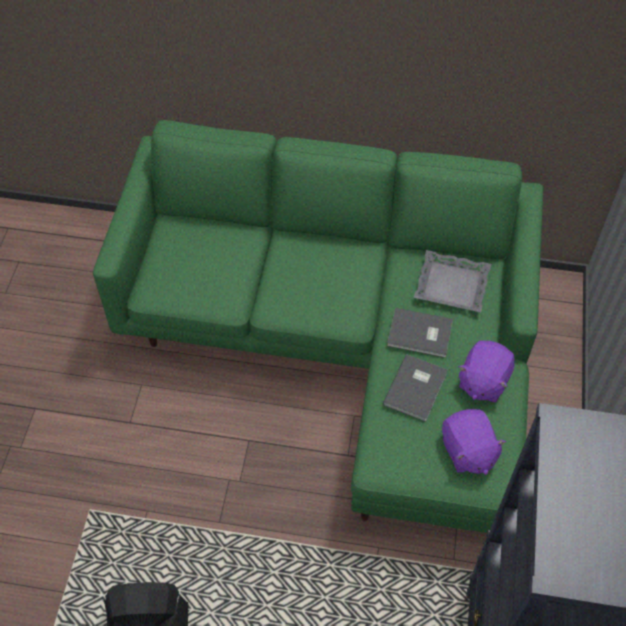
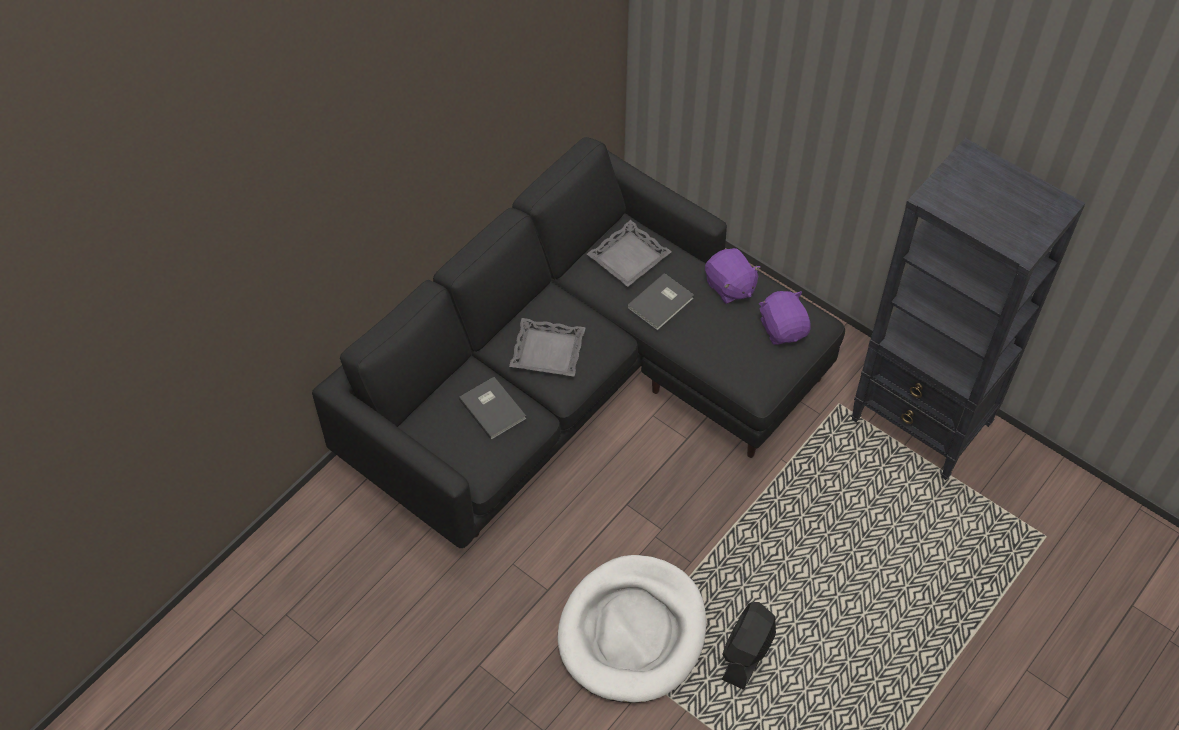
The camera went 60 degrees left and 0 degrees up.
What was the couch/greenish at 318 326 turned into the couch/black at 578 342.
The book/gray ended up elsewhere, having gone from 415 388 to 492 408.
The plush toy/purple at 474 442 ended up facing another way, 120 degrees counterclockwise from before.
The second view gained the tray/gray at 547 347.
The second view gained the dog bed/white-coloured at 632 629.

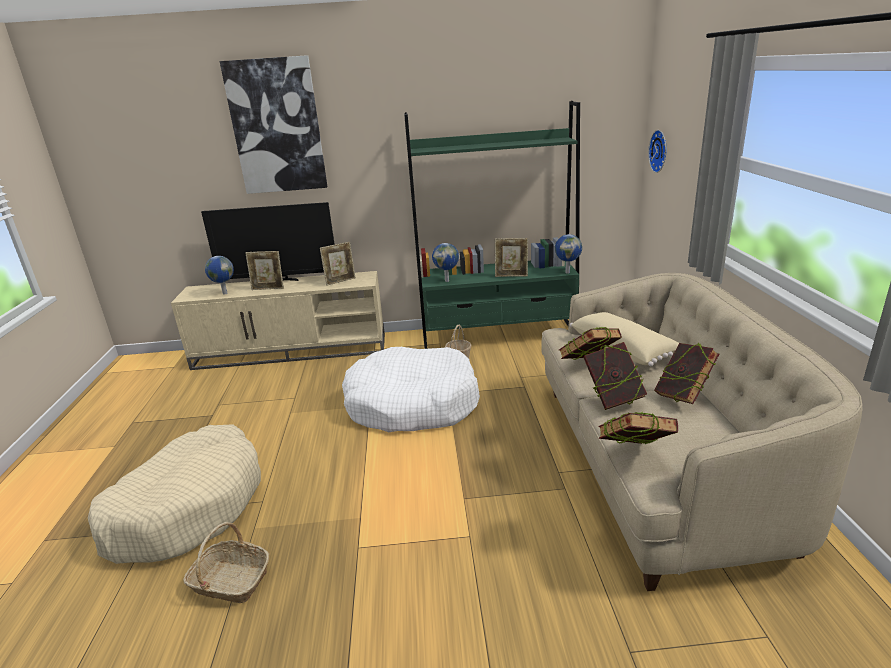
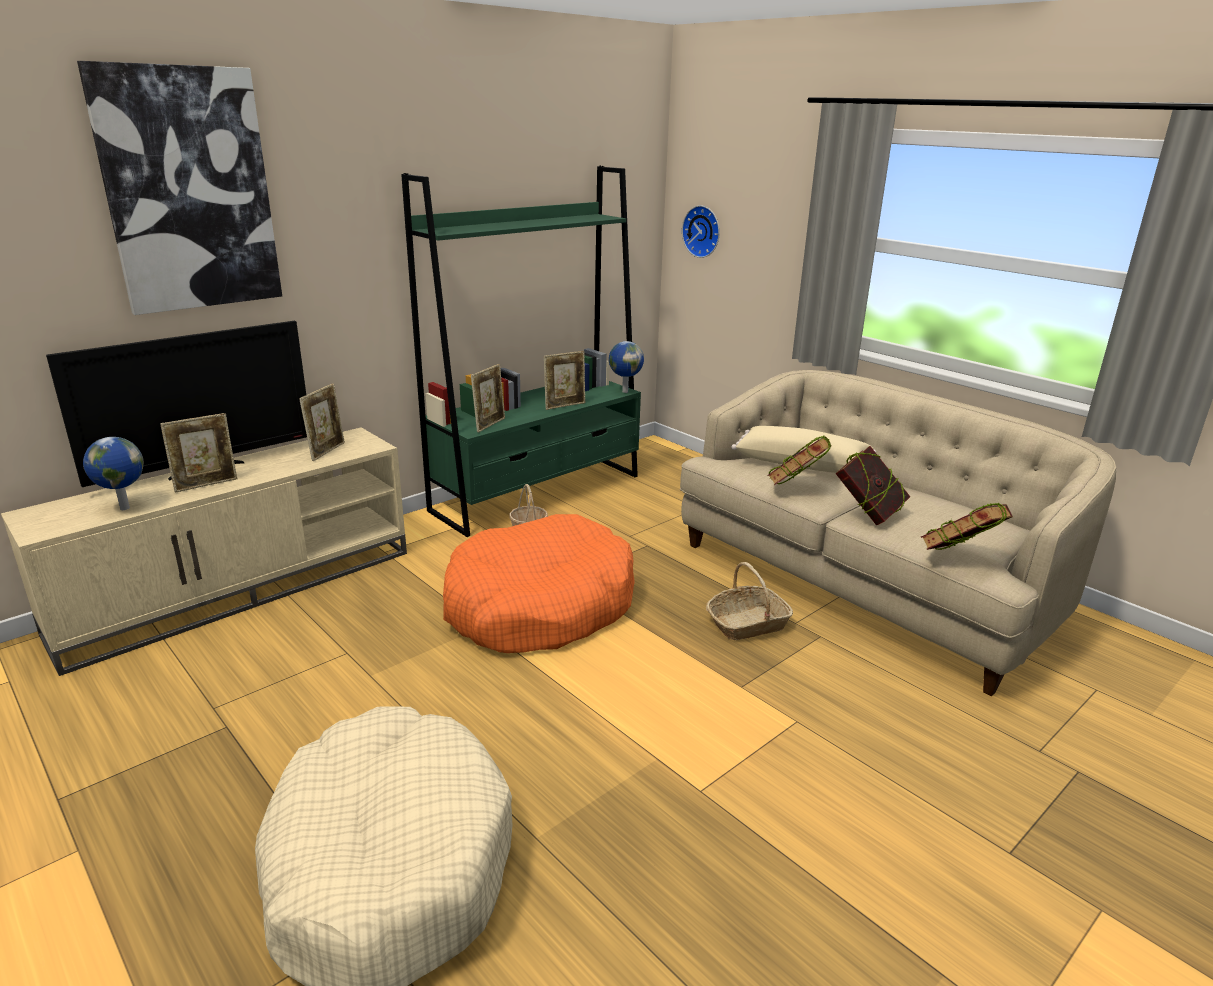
The camera went 40 degrees left and 0 degrees up.
The storage basket ended up elsewhere, having gone from 226 562 to 749 601.
What was the dog bed/white-coloured at 411 389 turned into the dog bed/orange at 539 583.
Where the globe stood at 445 262, the picture frame came to stand at 488 398.
The second view lost the book at 686 373.

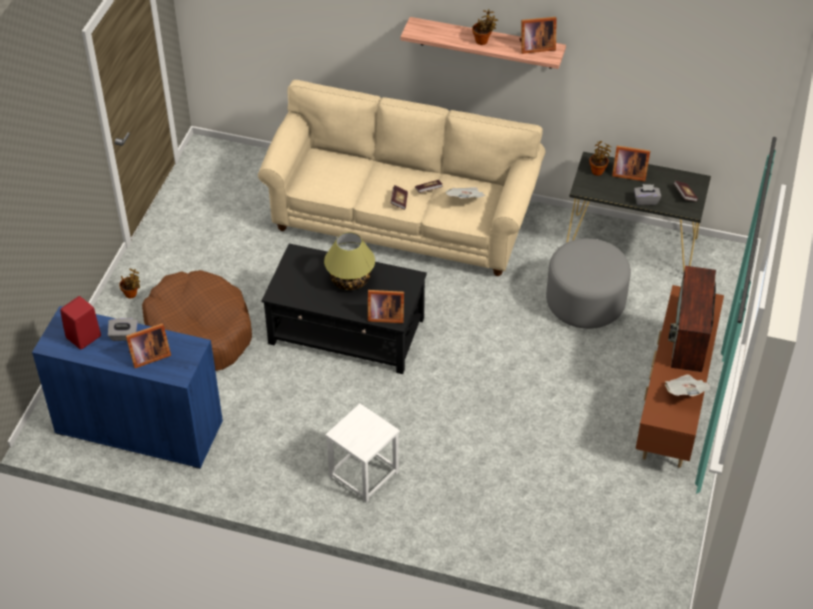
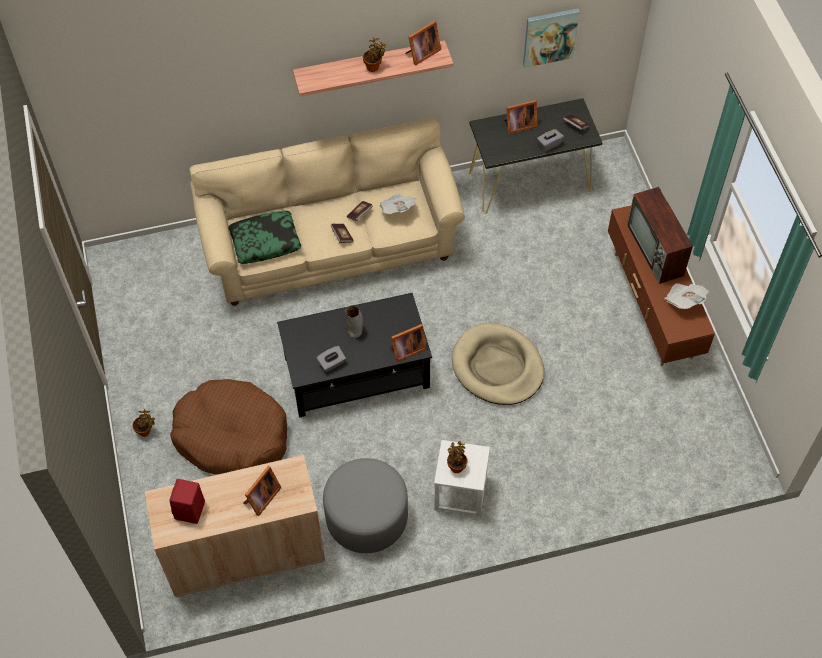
The camera went 30 degrees left and 10 degrees up.
What was the storage cabinet/blue-coloured at 127 387 turned into the storage cabinet/beige at 235 526.
The tissue holder/gray ended up elsewhere, having gone from 123 329 to 331 359.
Where the lamp for a table stood at 349 261, the flower vase came to stand at 354 321.
The footrest/gray ended up elsewhere, having gone from 588 283 to 365 505.
The potted plant ended up elsewhere, having gone from 600 158 to 457 457.
The second view gained the cushion at 265 237.
The second view gained the dog bed/beige at 498 364.
The second view gained the picture at 551 38.

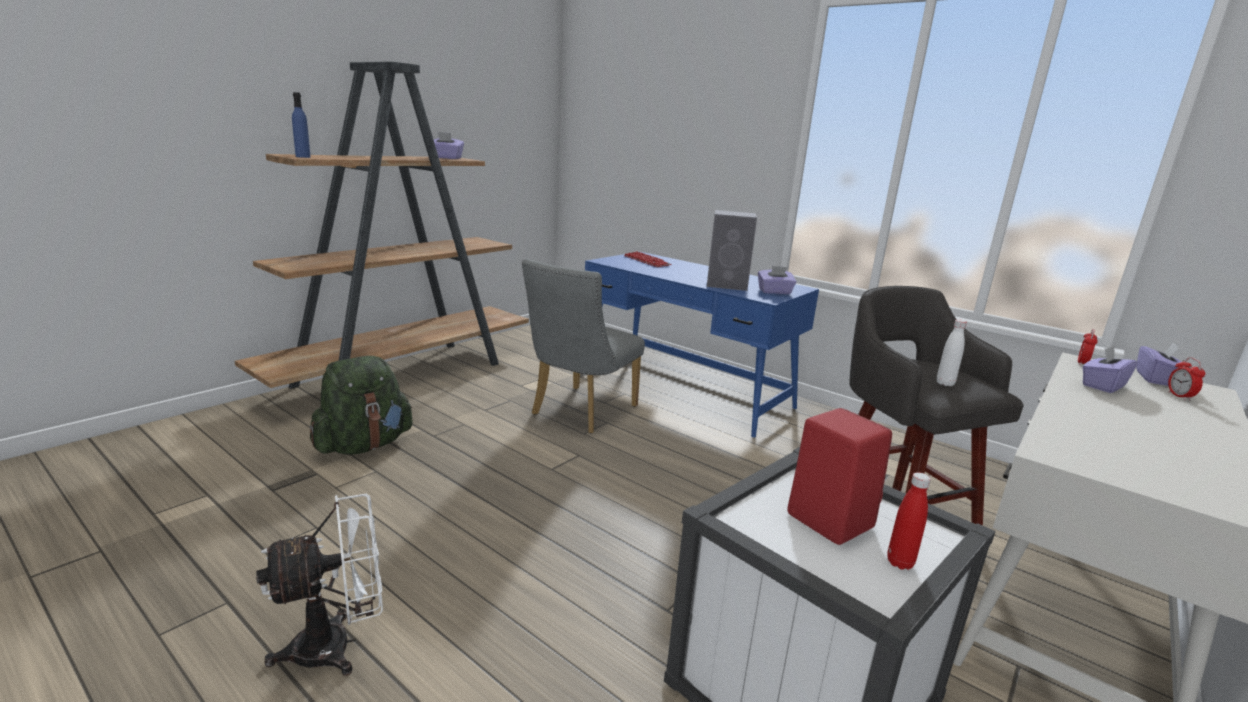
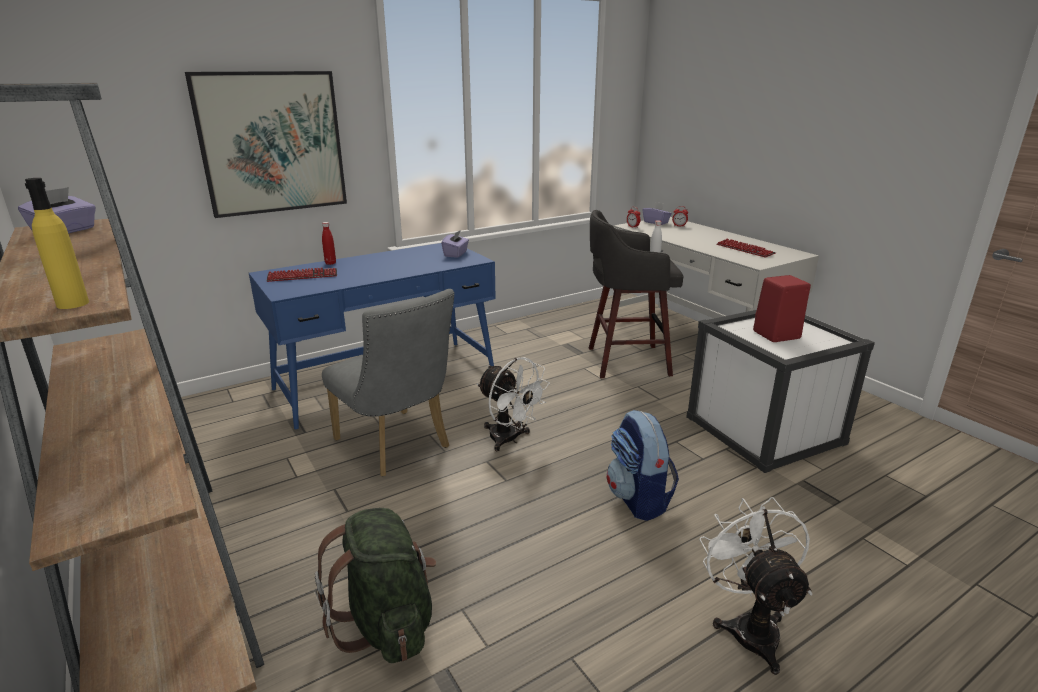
The camera went 70 degrees left and 5 degrees up.
What was the drink bottle/blue-coloured at 301 125 turned into the drink bottle/yellow-coloured at 57 243.
The second view lost the loudspeaker/gray at 732 250.
The drink bottle/red-coloured ended up elsewhere, having gone from 909 521 to 329 243.
The second view lost the tissue holder/purple at 1110 369.
The second view gained the picture at 266 144.
The second view gained the electric fan/white-coloured at 513 404.
The second view gained the knapsack at 643 465.
The second view gained the PC keyboard at 746 248.

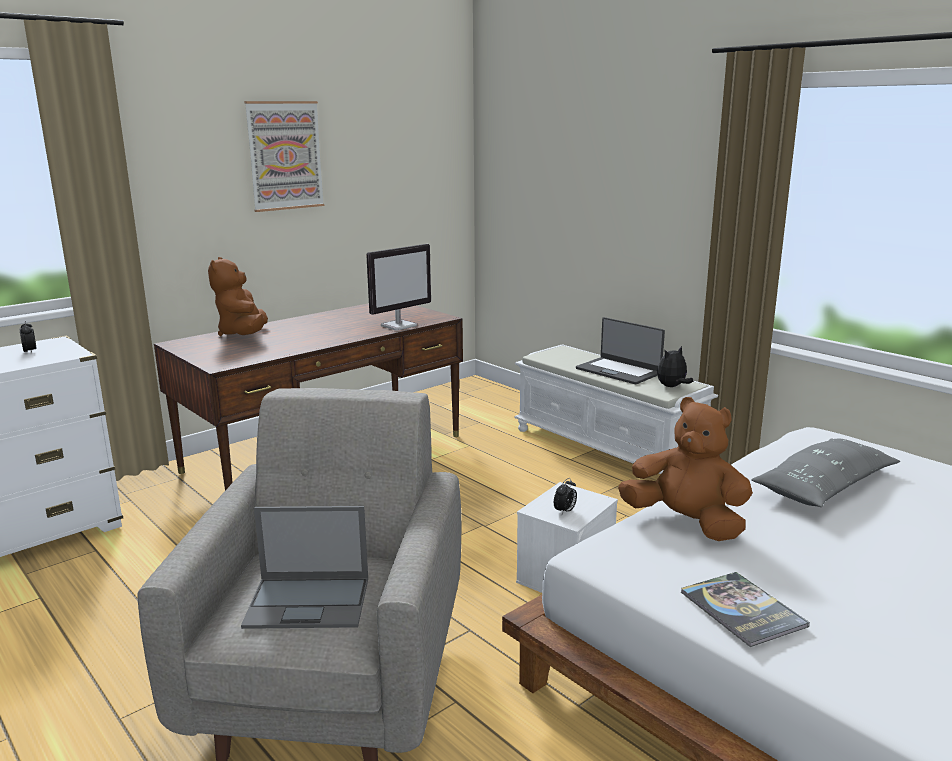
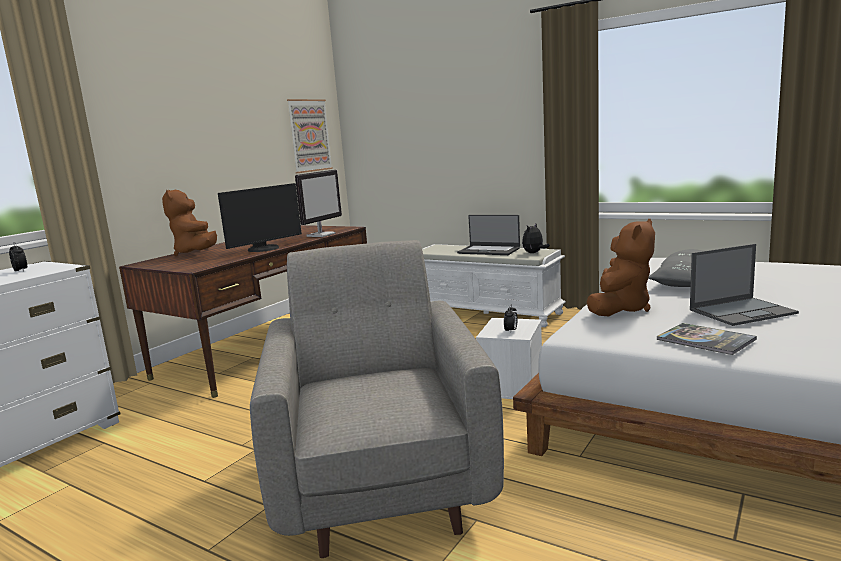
The camera went 15 degrees left and 5 degrees down.
The laptop ended up elsewhere, having gone from 304 567 to 744 285.
The picture ended up elsewhere, having gone from 284 156 to 310 136.
The plush toy/brownish at 685 469 ended up facing another way, 105 degrees clockwise from before.
The second view gained the computer display at 260 217.

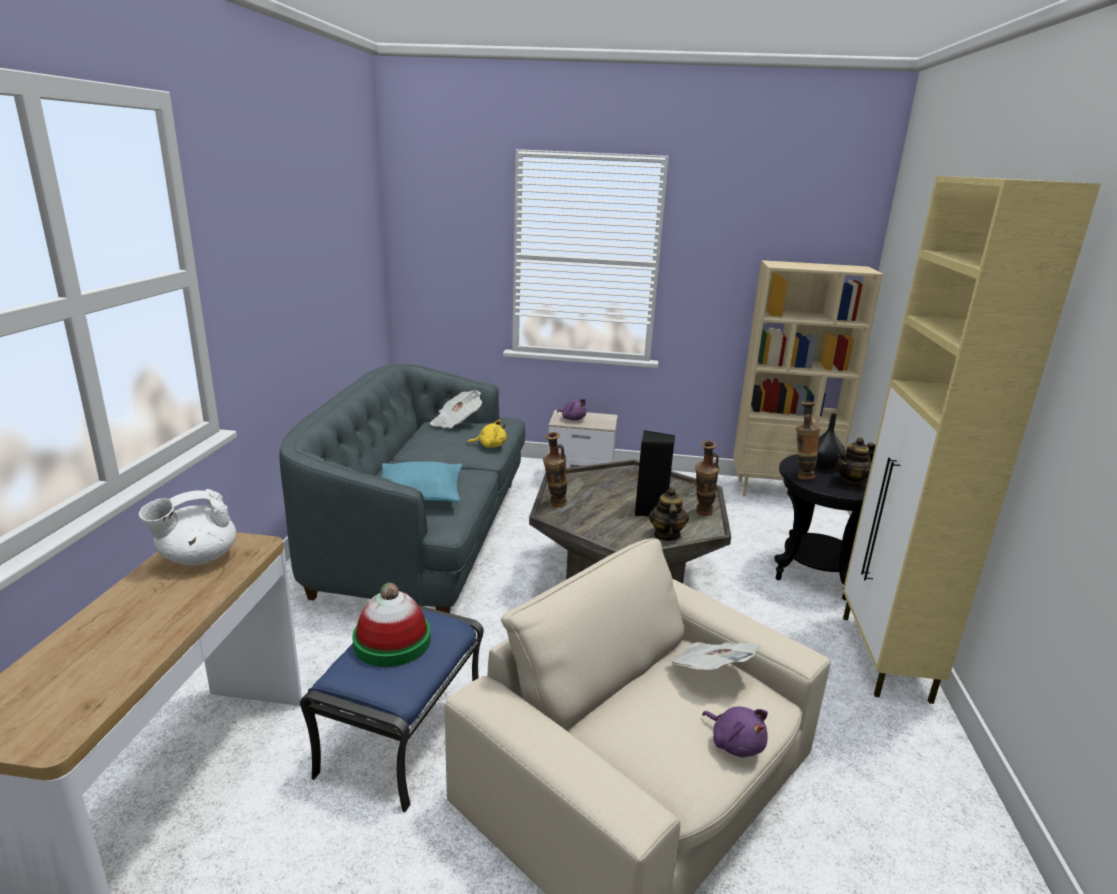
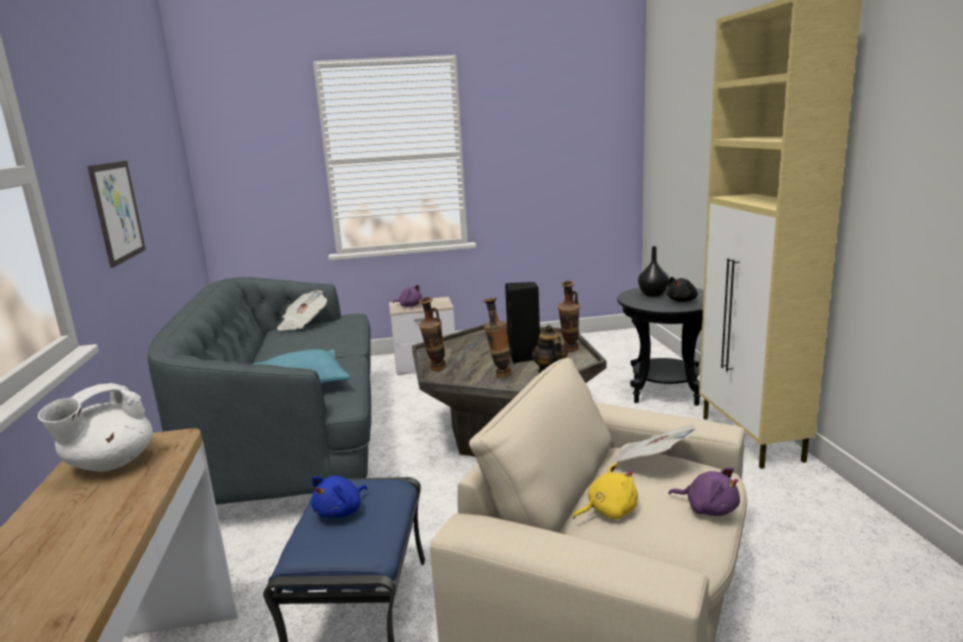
The camera went 15 degrees left and 5 degrees down.
Where the hat stood at 391 625, the plush toy/blue-coloured came to stand at 339 497.
The plush toy/yellow-coloured ended up elsewhere, having gone from 487 434 to 605 491.
The second view lost the bookshelf/beige at 808 378.
The flower vase ended up elsewhere, having gone from 808 441 to 498 338.
Where the tea pot stood at 856 462, the plush toy/black came to stand at 682 289.
The second view gained the picture at 116 214.

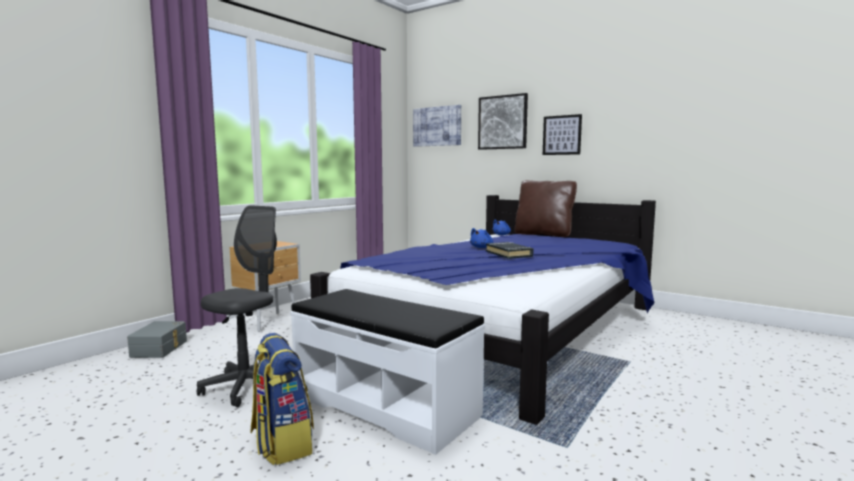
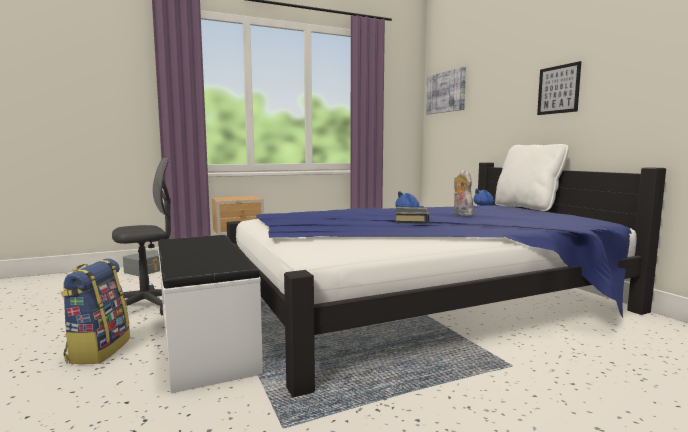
The camera went 30 degrees right and 0 degrees up.
The second view lost the picture at 503 121.
What was the cushion/brownish at 545 208 turned into the cushion/white-coloured at 532 177.
The second view gained the plush toy at 464 193.

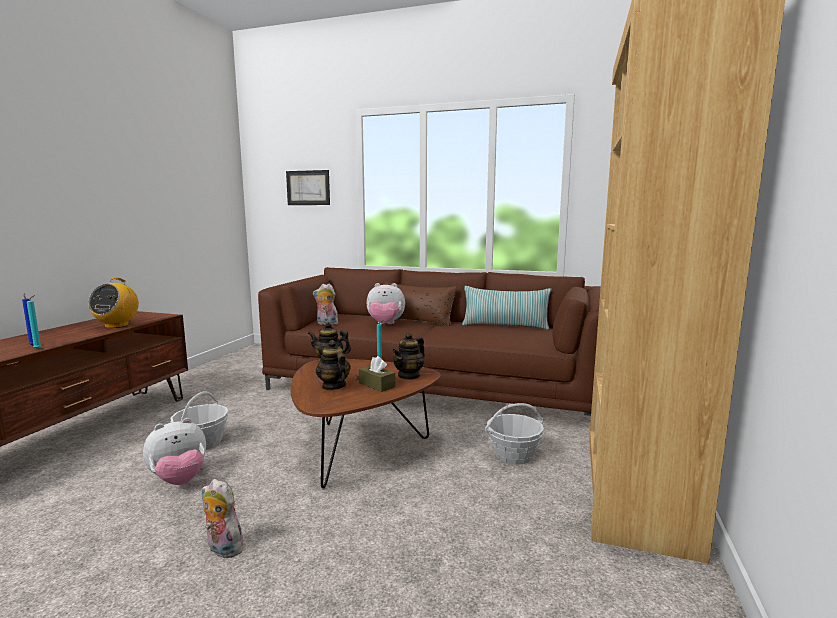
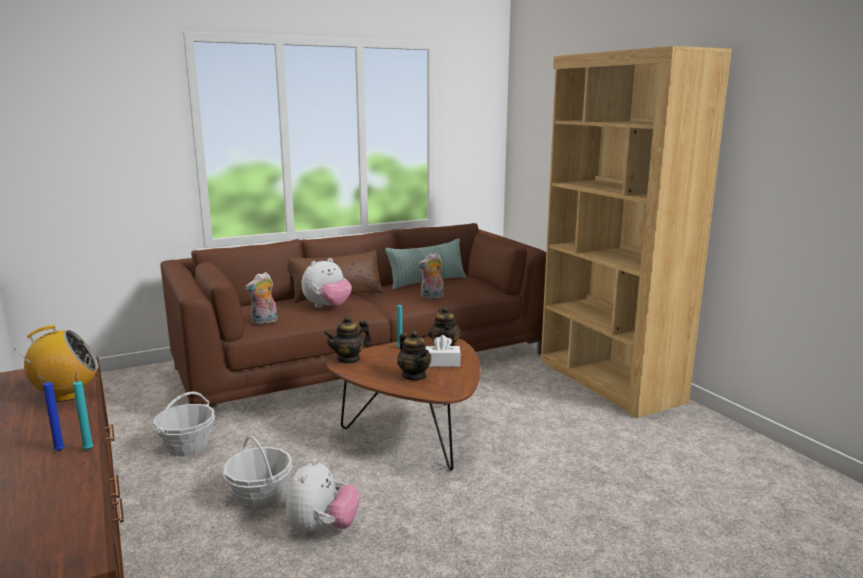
The camera went 45 degrees left and 5 degrees up.
The radio receiver at 113 303 ended up facing another way, 75 degrees counterclockwise from before.
The plush toy ended up elsewhere, having gone from 222 518 to 430 276.
The second view lost the picture at 308 187.
The tea pot at 333 365 ended up facing another way, 135 degrees counterclockwise from before.
What was the tissue holder/brownish at 377 374 turned into the tissue holder/white-coloured at 443 351.
The storage basket ended up elsewhere, having gone from 514 433 to 184 423.

